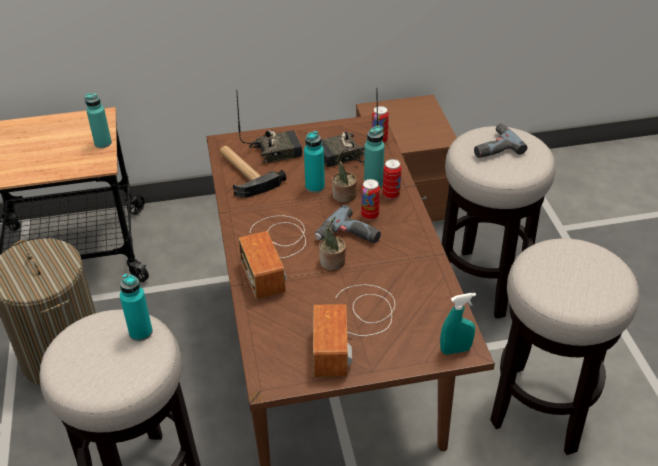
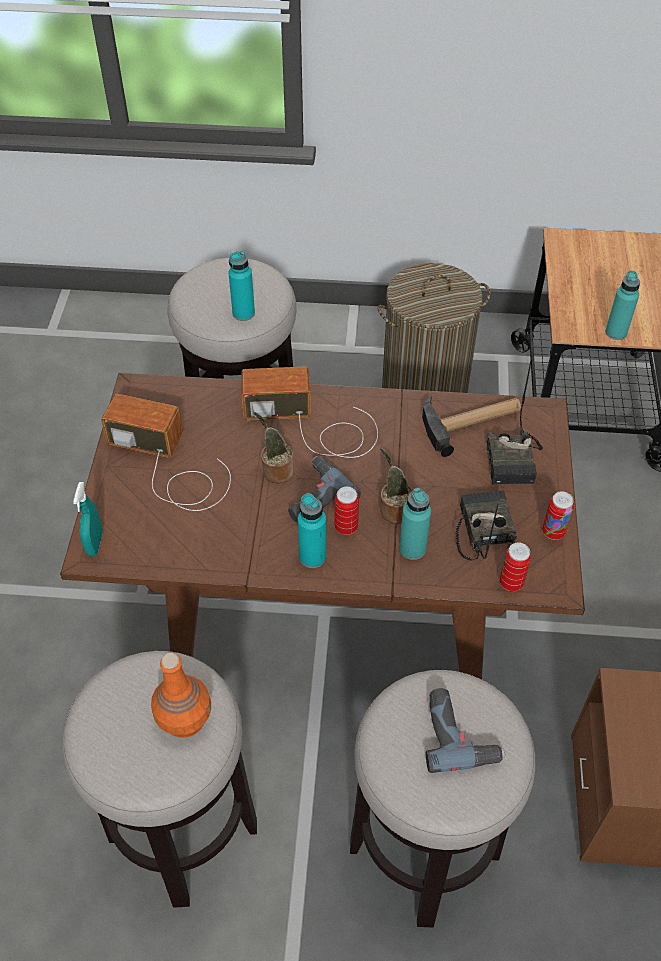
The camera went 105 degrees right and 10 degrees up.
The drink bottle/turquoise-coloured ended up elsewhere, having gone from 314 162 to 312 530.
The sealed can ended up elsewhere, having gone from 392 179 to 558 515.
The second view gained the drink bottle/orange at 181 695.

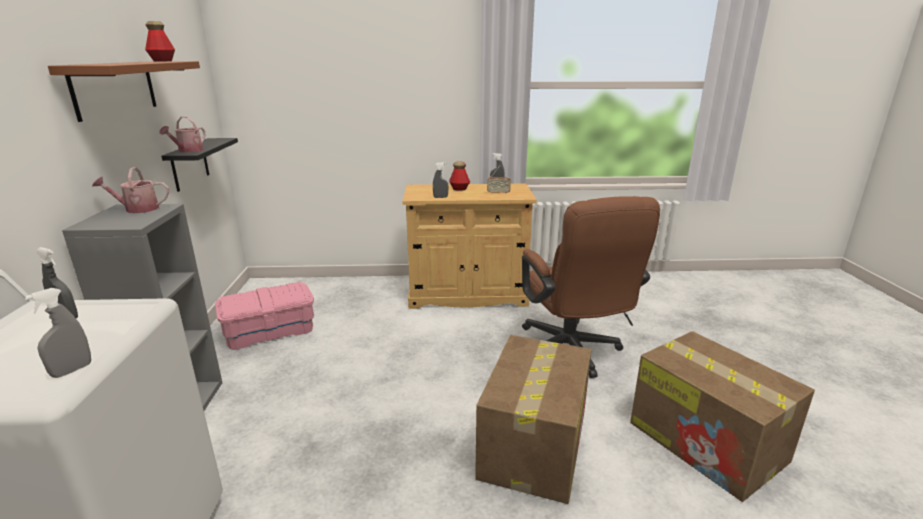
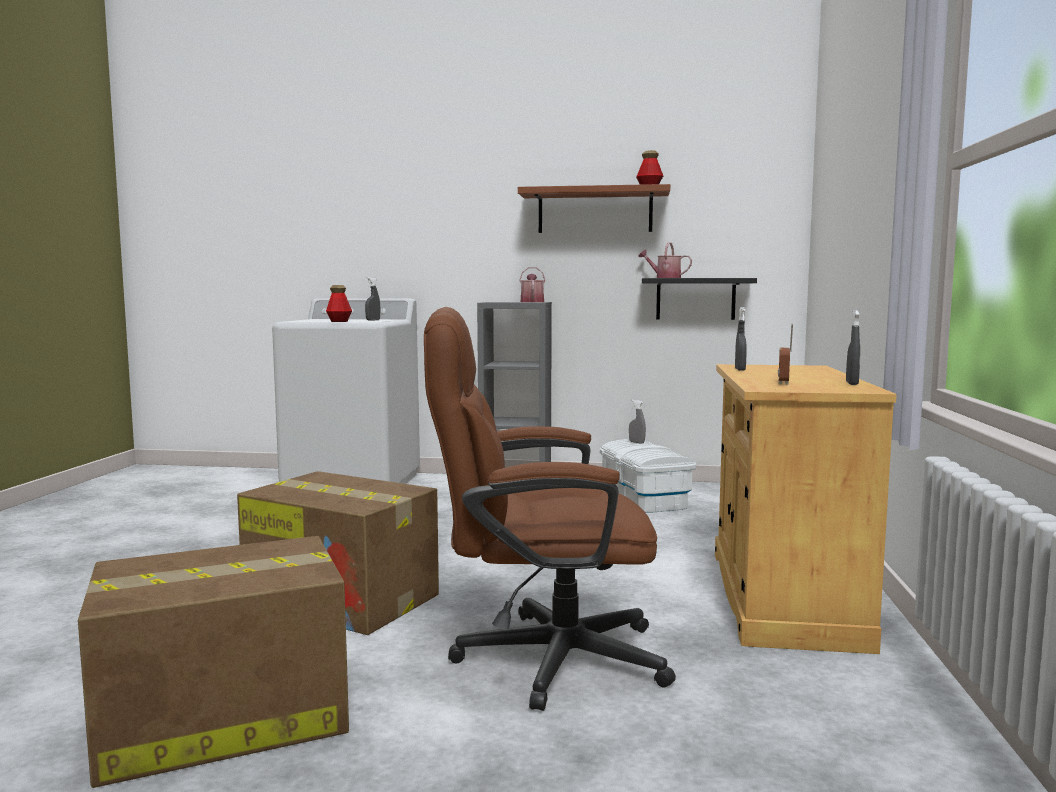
The camera went 100 degrees right and 15 degrees down.
The spray bottle/gray ended up elsewhere, having gone from 58 333 to 637 422.
What was the storage bin/pinkish at 264 316 turned into the storage bin/white-coloured at 648 475.
The drink bottle ended up elsewhere, having gone from 459 176 to 339 303.

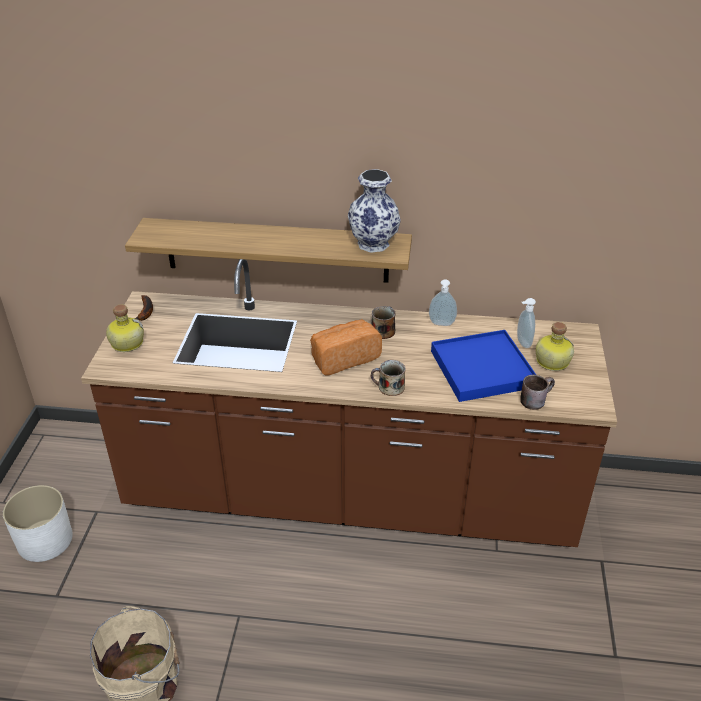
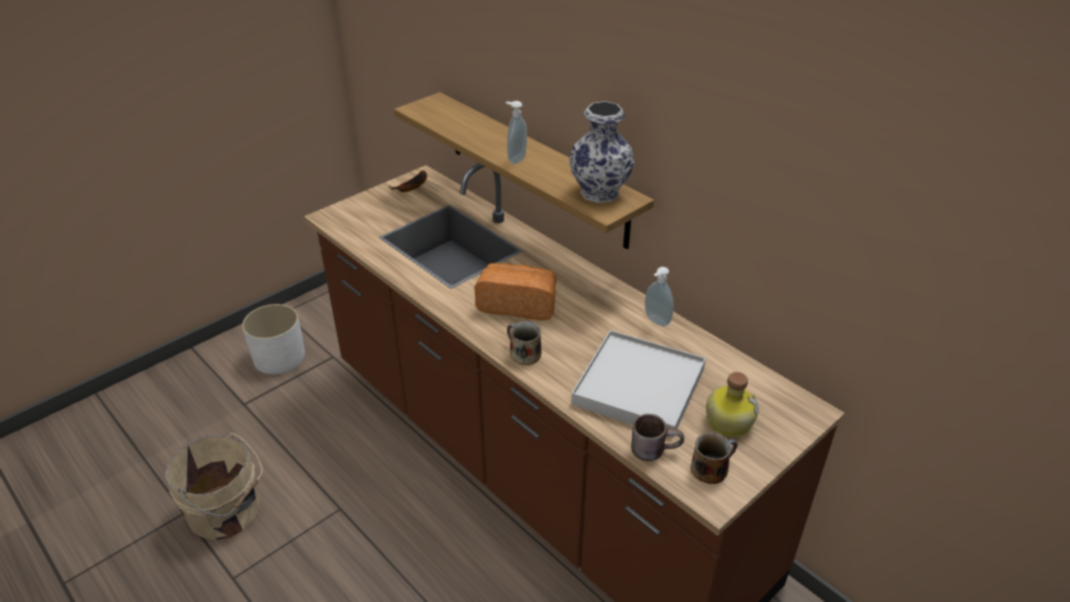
The camera went 40 degrees right and 0 degrees up.
The second view lost the drink bottle at 125 328.
The coffee mug ended up elsewhere, having gone from 383 322 to 714 458.
What was the tray/blue-coloured at 483 366 turned into the tray/white-coloured at 638 384.
The liquid soap bottle ended up elsewhere, having gone from 526 323 to 516 132.

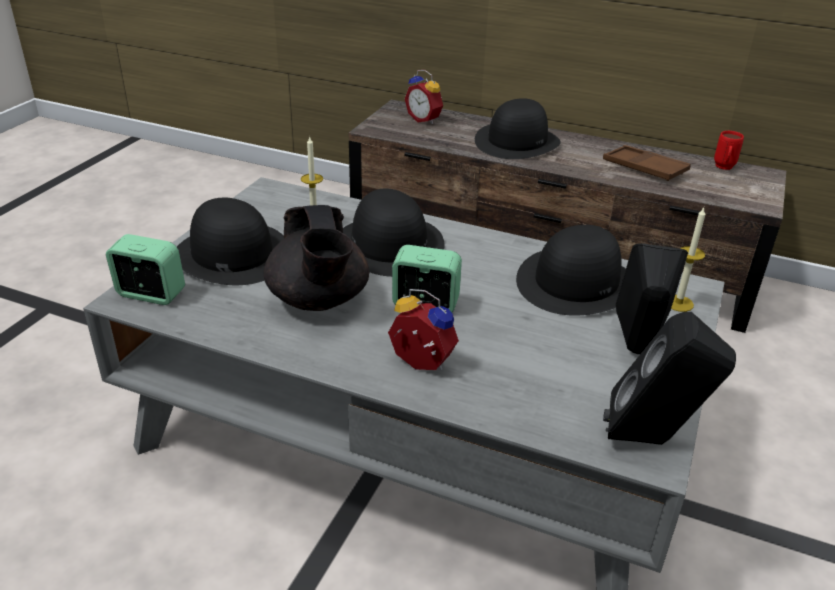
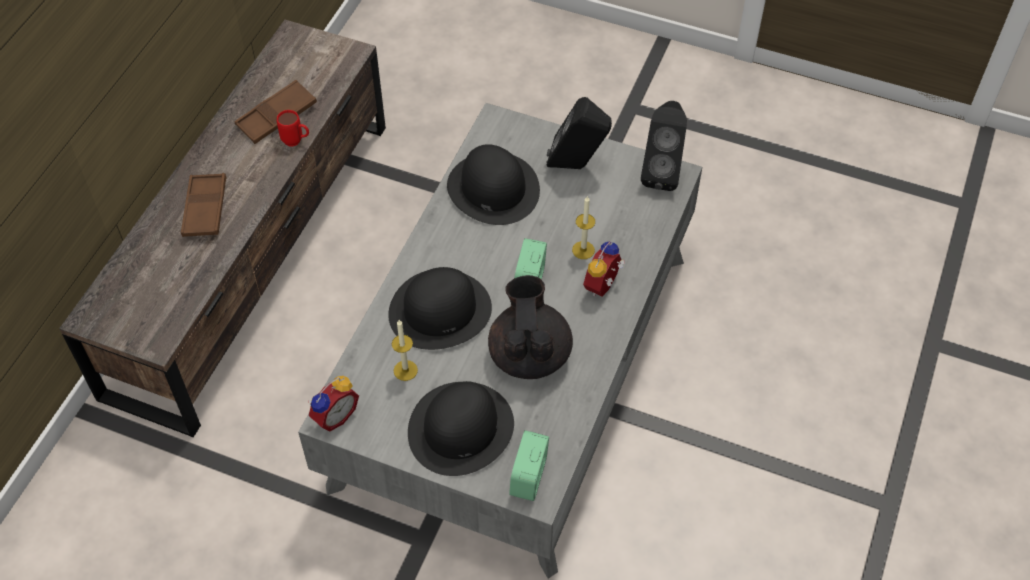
The camera went 90 degrees left and 20 degrees up.
The tea pot/black at 316 258 ended up facing another way, 75 degrees counterclockwise from before.
The bedside clock ended up elsewhere, having gone from 424 97 to 334 404.
Where the hat/black stood at 518 128, the tray/brownish came to stand at 203 205.
The wax light ended up elsewhere, having gone from 688 260 to 583 227.
The coffee mug/red-coloured ended up elsewhere, having gone from 729 150 to 292 128.

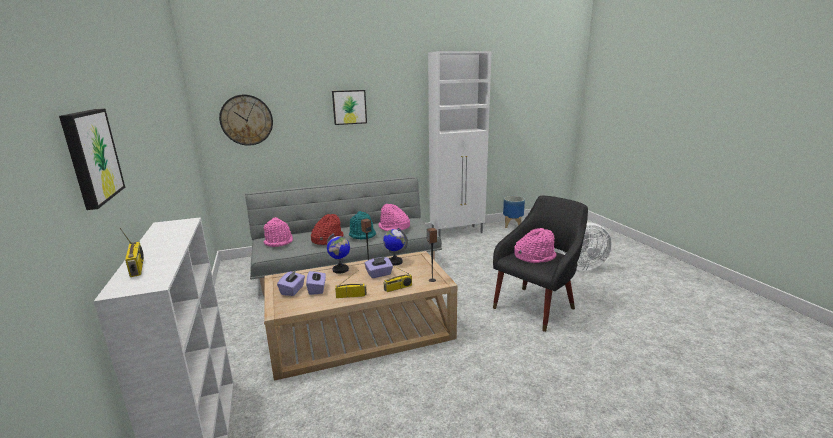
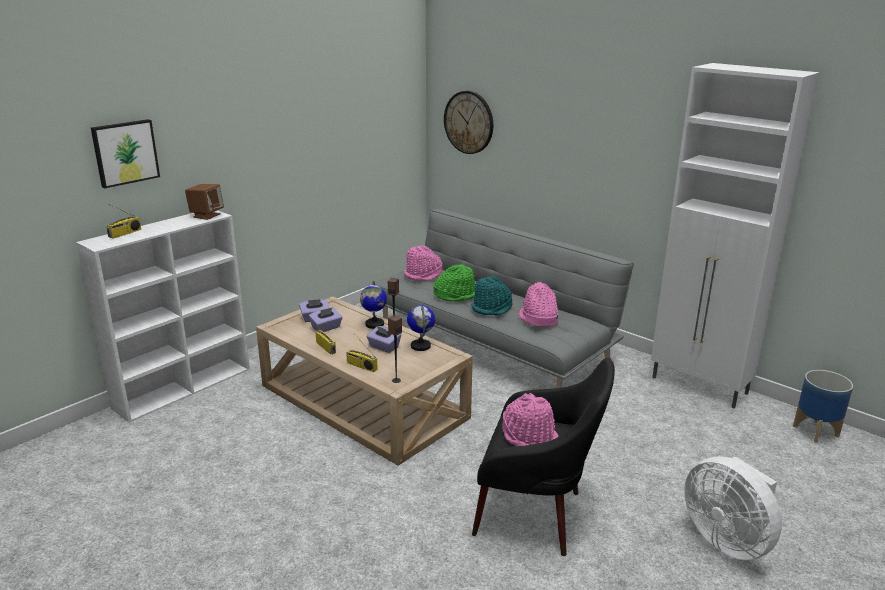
The camera went 60 degrees right and 5 degrees up.
What was the hat/red-coloured at 327 229 turned into the hat/greenish at 454 283.
The second view lost the picture at 349 107.
The second view gained the loudspeaker/brownish at 204 202.

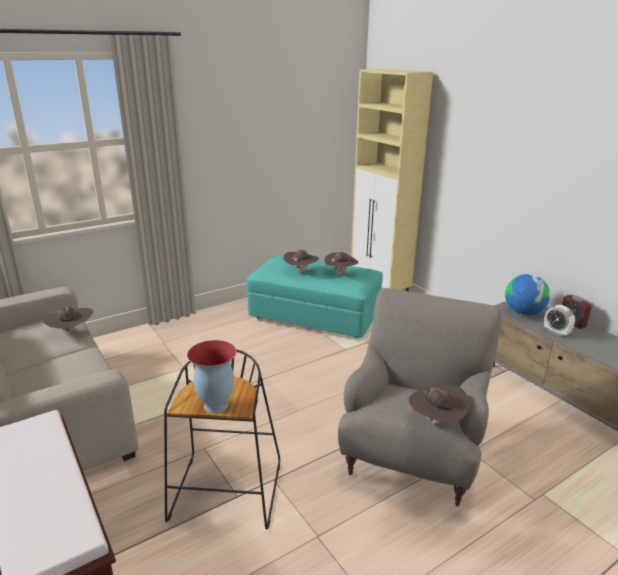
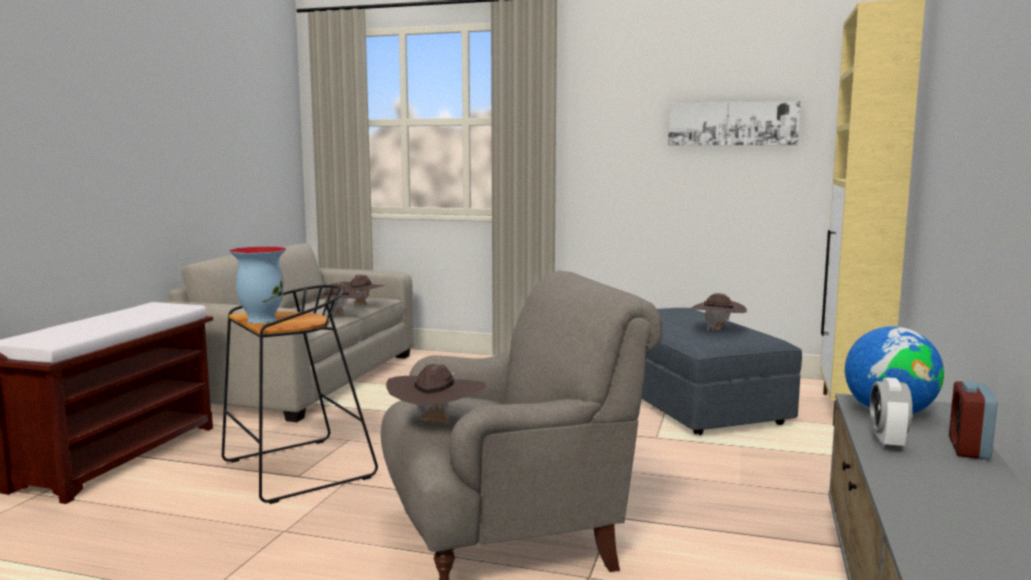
The camera went 50 degrees right and 15 degrees down.
What was the footrest/turquoise-coloured at 315 296 turned into the footrest/gray at 722 371.
The hat/brownish ended up elsewhere, having gone from 301 262 to 336 299.
The second view gained the picture at 734 123.

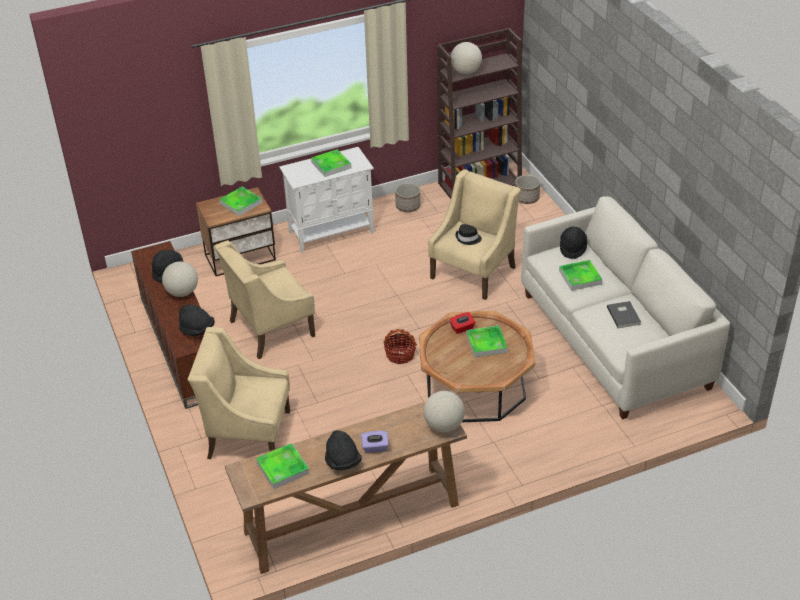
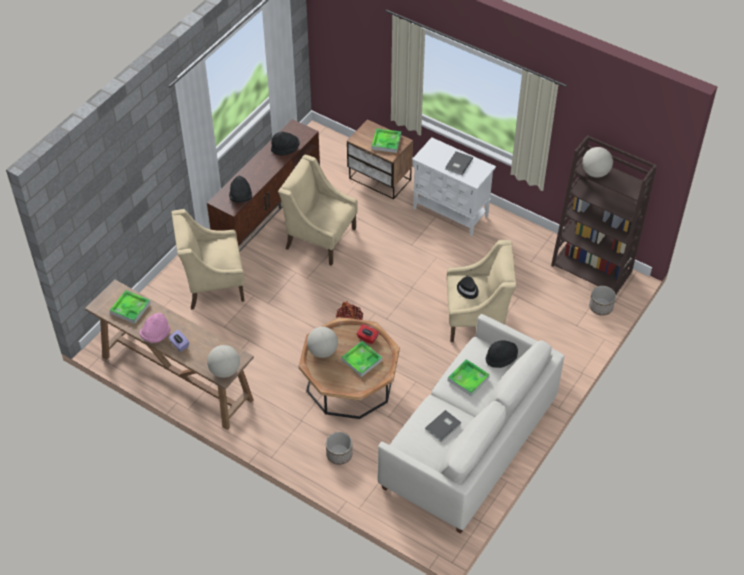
The camera went 55 degrees right and 10 degrees up.
The globe ended up elsewhere, having gone from 180 279 to 322 342.
The easy chair/beige at 239 393 ended up facing another way, 75 degrees counterclockwise from before.
Where the tray stood at 331 163, the book/gray came to stand at 459 163.
What was the hat/black at 343 450 turned into the hat/pinkish at 154 328.
The plant pot ended up elsewhere, having gone from 408 197 to 339 448.

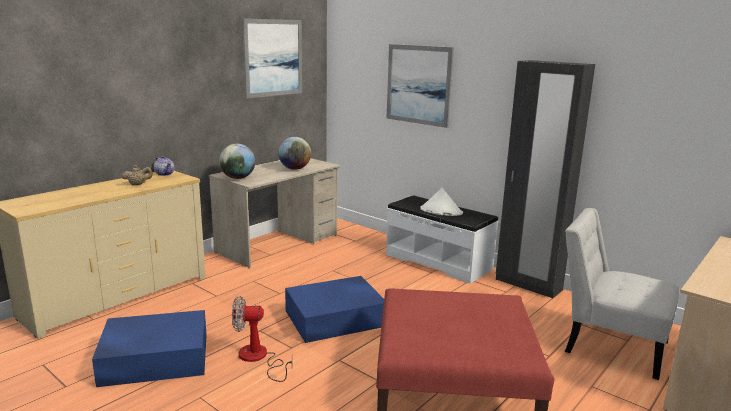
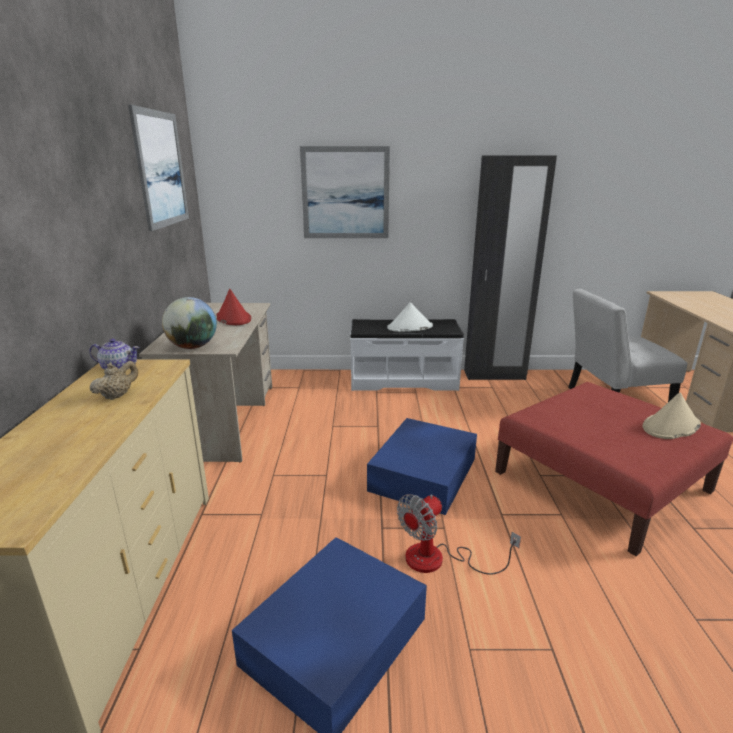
The camera went 40 degrees left and 5 degrees up.
Where the globe stood at 294 153, the hat/red-coloured came to stand at 234 307.
The second view gained the hat/beige at 672 415.

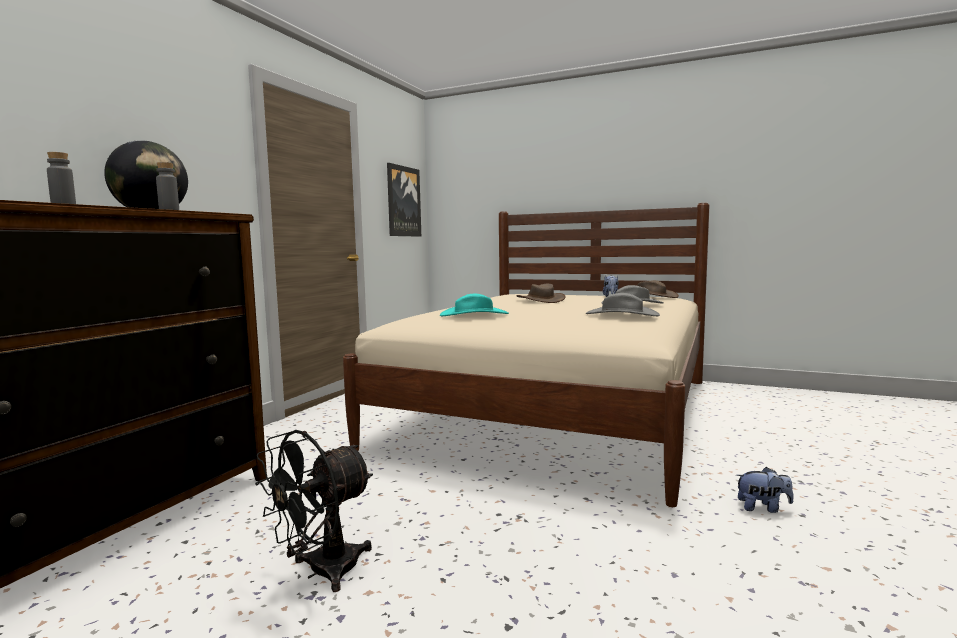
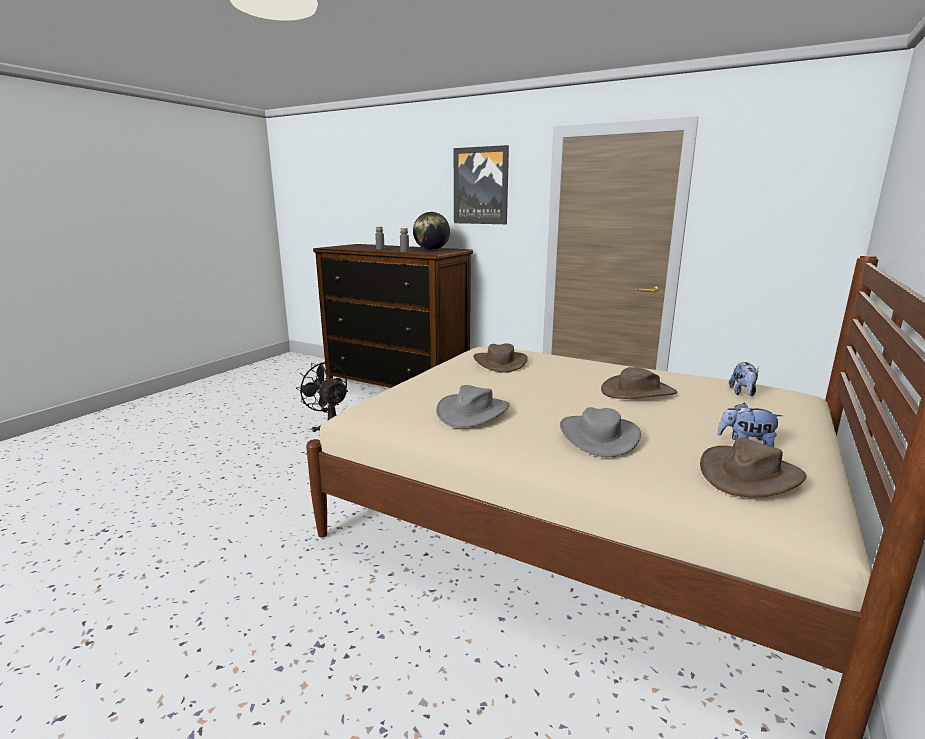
The camera went 95 degrees right and 10 degrees up.
The picture ended up elsewhere, having gone from 404 200 to 481 184.
What was the hat/turquoise-coloured at 474 305 turned into the hat/brownish at 501 358.
The plush toy ended up elsewhere, having gone from 765 490 to 744 379.

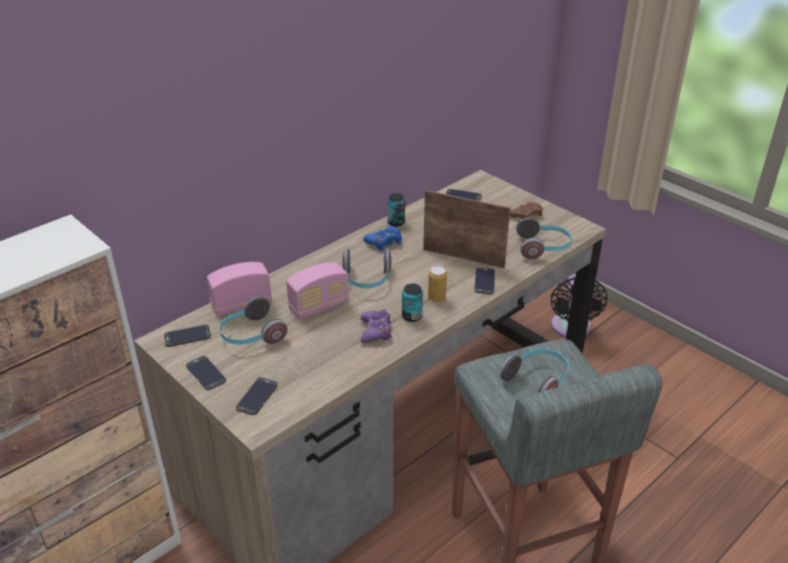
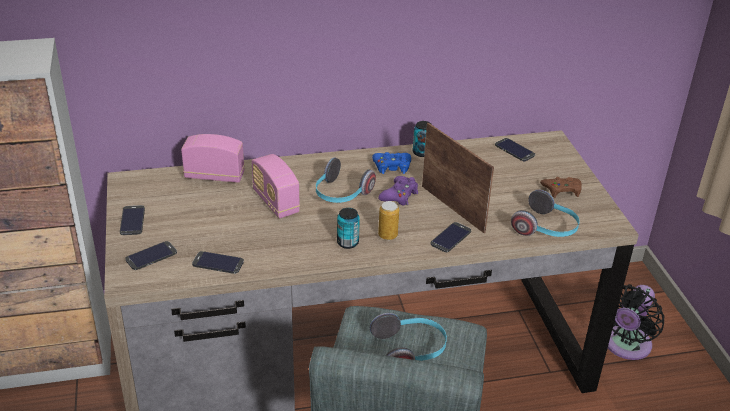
The camera went 30 degrees right and 0 degrees up.
The telephone ended up elsewhere, having gone from 187 336 to 218 262.
The second view lost the headphones at 253 321.
The radio receiver at 317 291 ended up facing another way, 60 degrees clockwise from before.
The gamepad/purple ended up elsewhere, having gone from 376 326 to 398 191.

